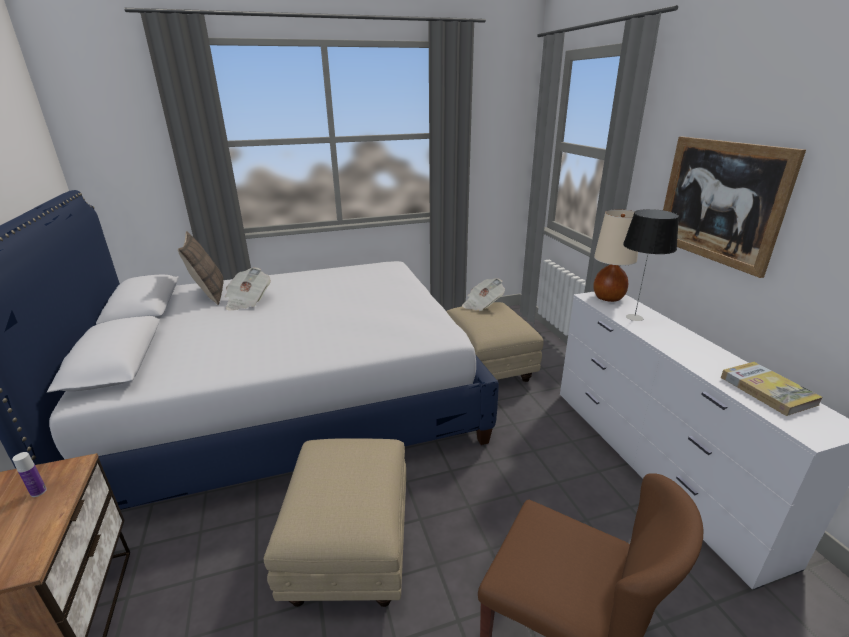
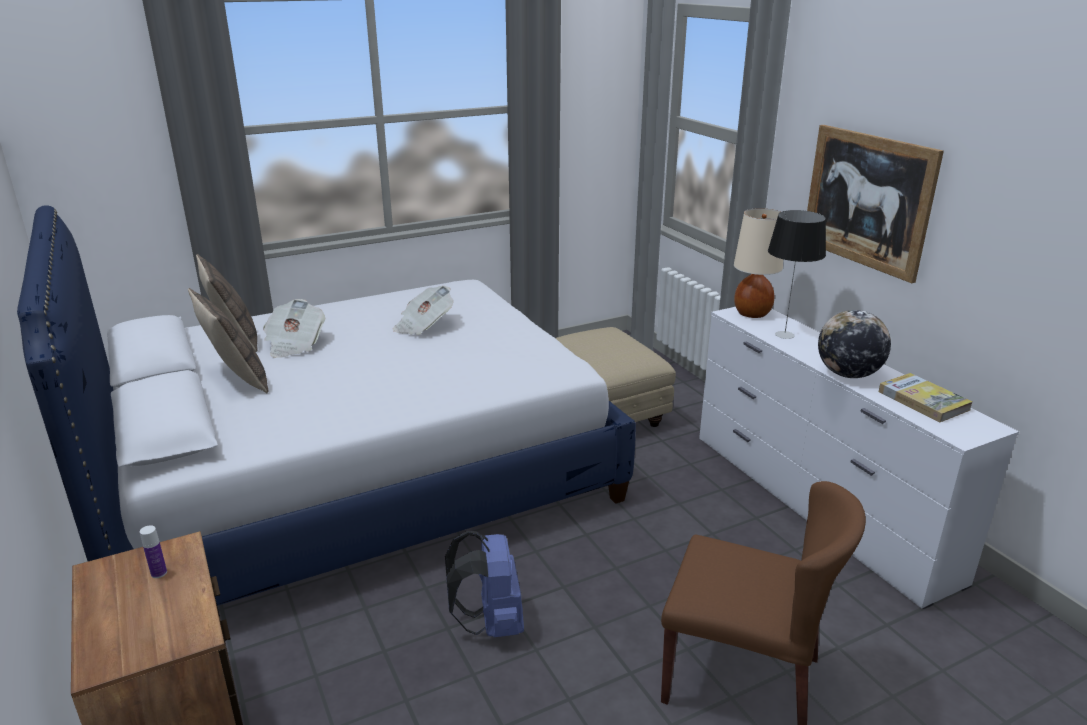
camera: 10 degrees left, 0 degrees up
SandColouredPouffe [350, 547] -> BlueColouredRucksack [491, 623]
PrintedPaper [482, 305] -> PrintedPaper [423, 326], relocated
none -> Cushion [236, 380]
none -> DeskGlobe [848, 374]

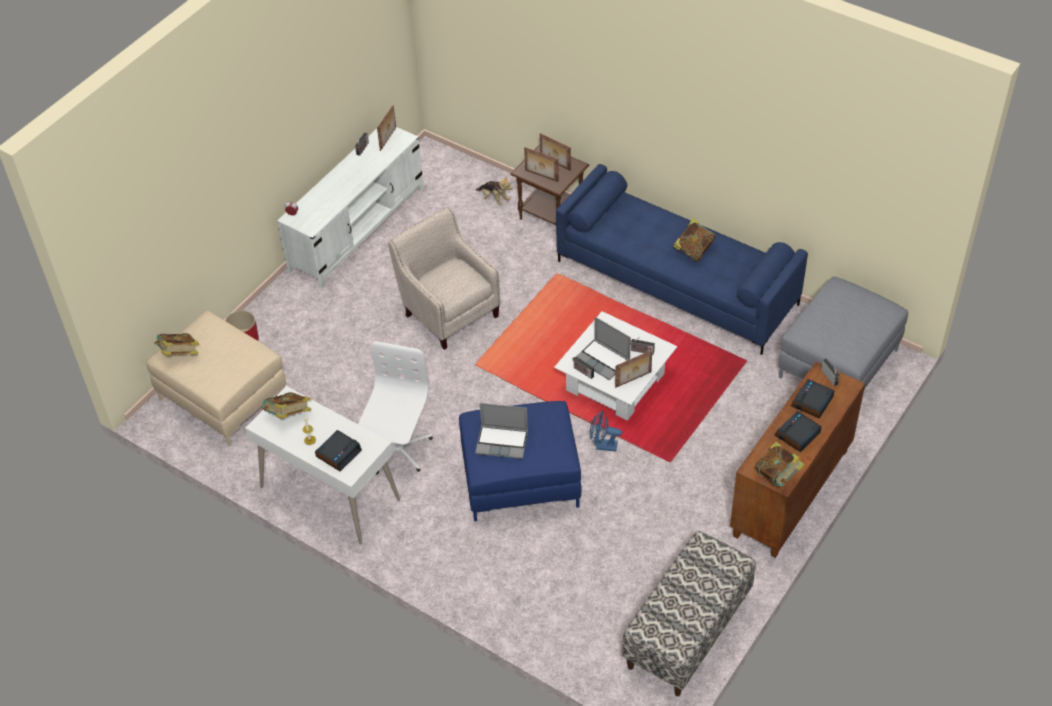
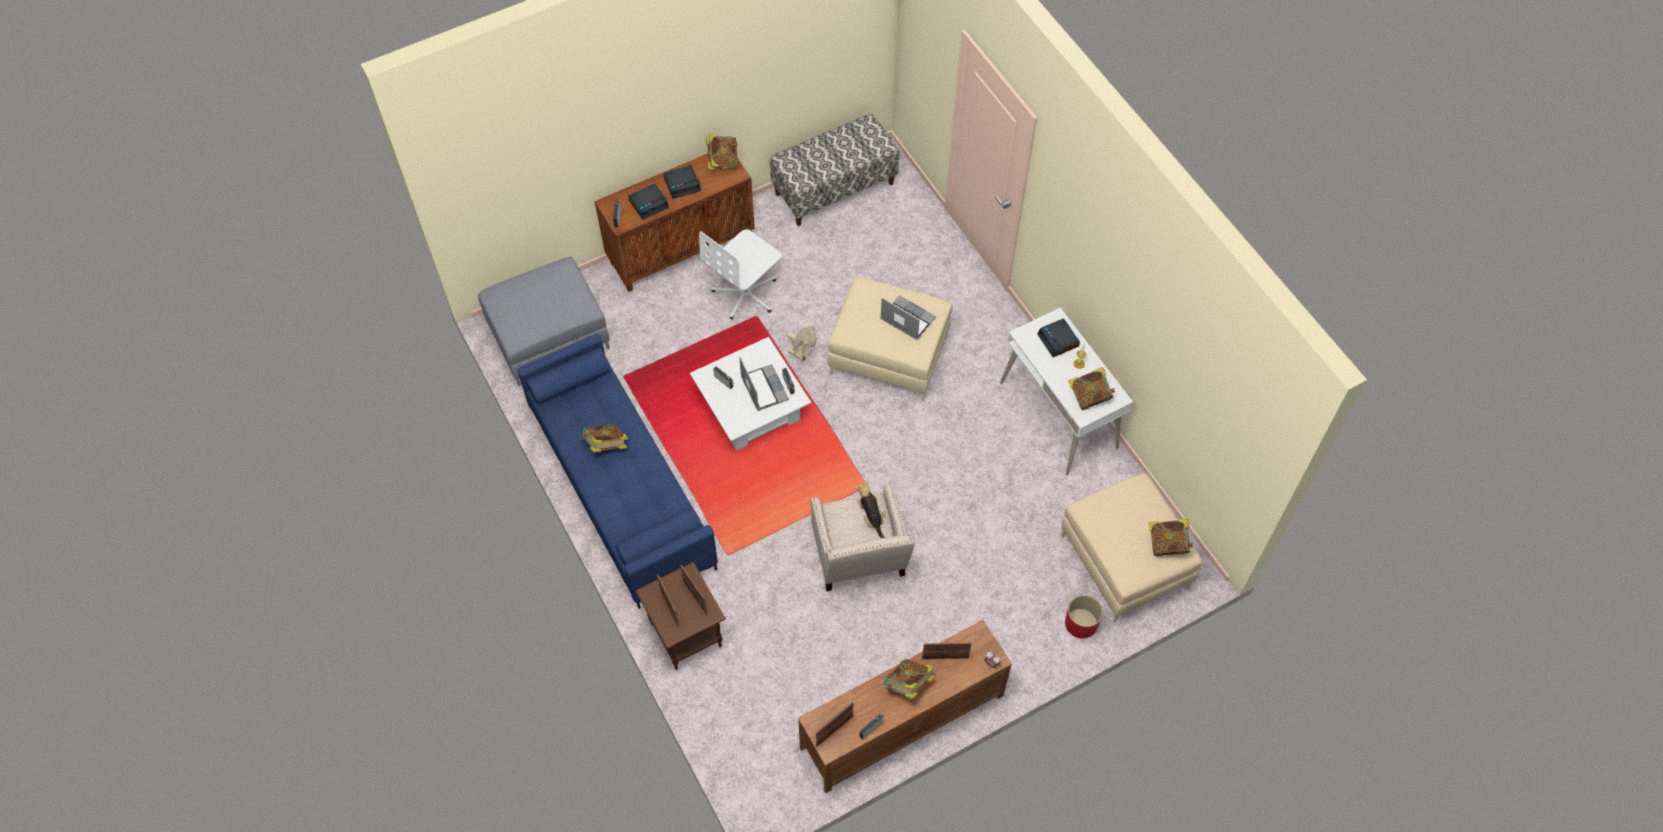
camera: 155 degrees left, 10 degrees up
WhiteMediaConsole [357, 228] -> BrownMediaConsole [901, 722]
TableClock [338, 453] -> TableClock [1058, 341], 90 degrees counterclockwise
WhiteOfficeChair [397, 449] -> WhiteOfficeChair [746, 294], relocated
BlueColouredPouffe [521, 479] -> SandColouredPouffe [888, 355]
SoftToy [494, 199] -> SoftToy [871, 517], relocated
BlueColouredCoolingFan [603, 446] -> SandColouredCoolingFan [802, 354]
PictureFrame [633, 380] -> PictureFrame [945, 657], relocated
none -> Volume [908, 685]

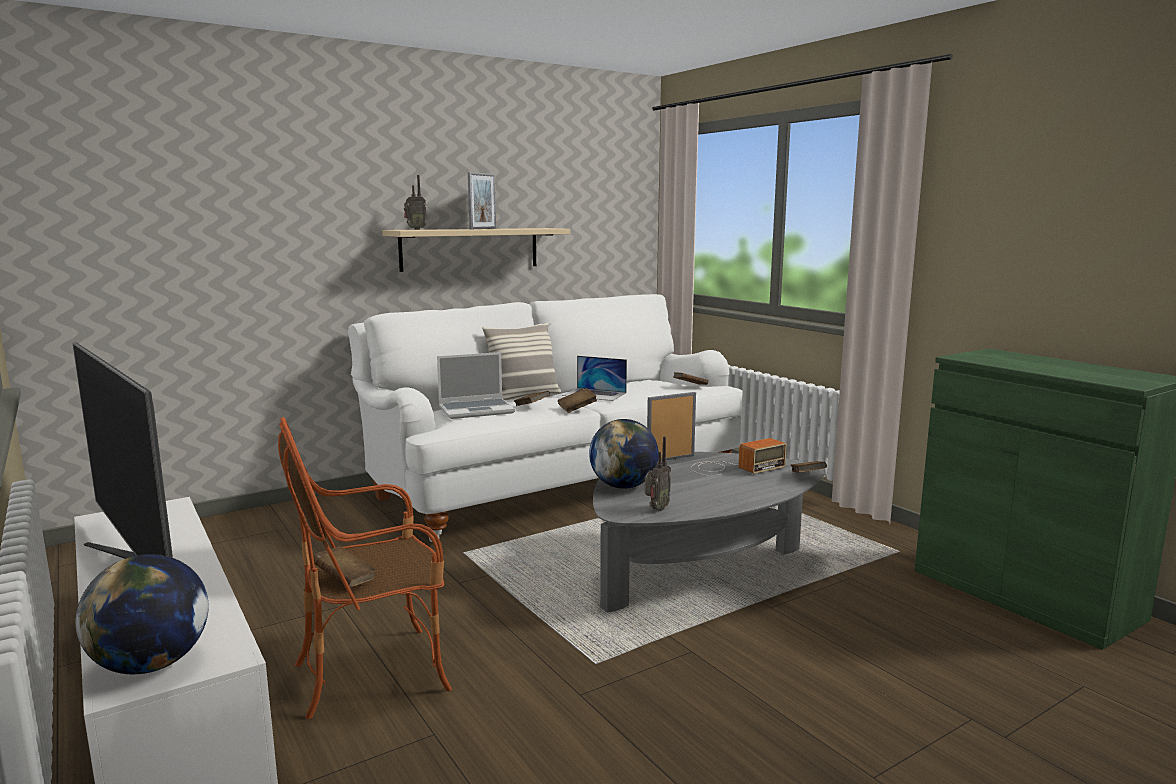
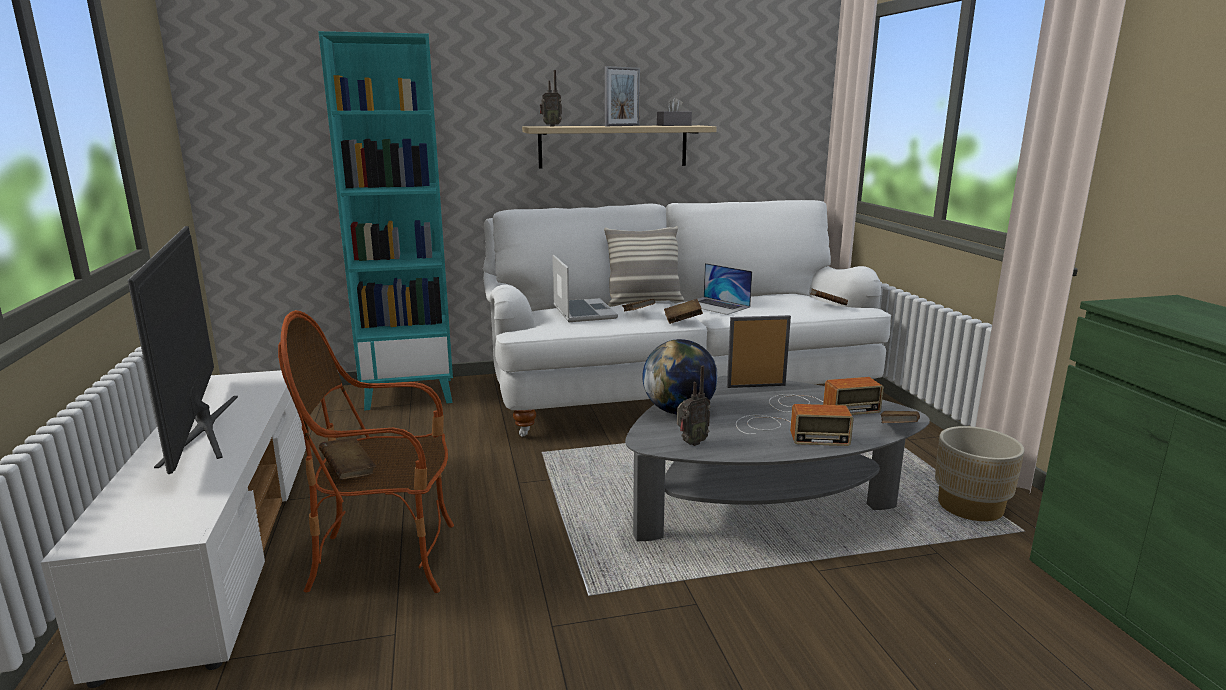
camera: 20 degrees right, 5 degrees up
DeskGlobe [151, 664] -> none
PortableComputer [477, 410] -> PortableComputer [582, 312], 105 degrees counterclockwise
none -> BlueGreenBookcase [410, 393]
none -> GreyishTissueBox [674, 125]
none -> RadioReceiver [787, 431]
none -> SandColouredFlowerPot [970, 506]

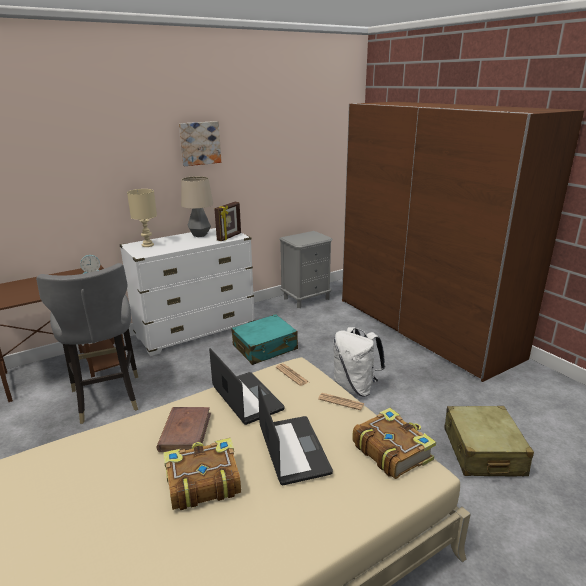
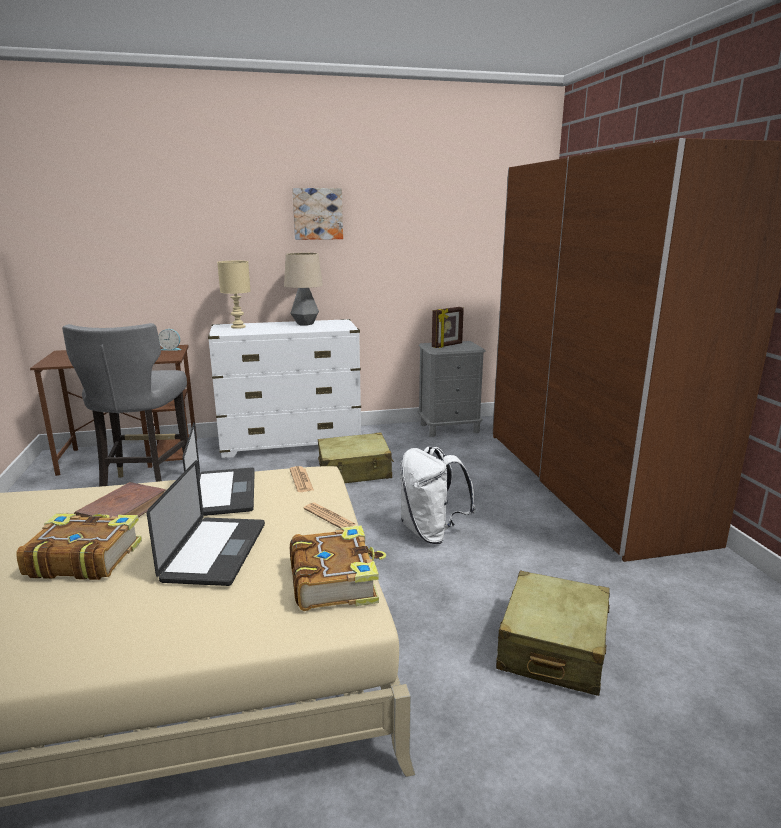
camera: 20 degrees right, 5 degrees down
PictureFrame [229, 237] -> PictureFrame [447, 345], relocated
BlueGreenSuitcase [265, 348] -> SandColouredSuitcase [354, 471]

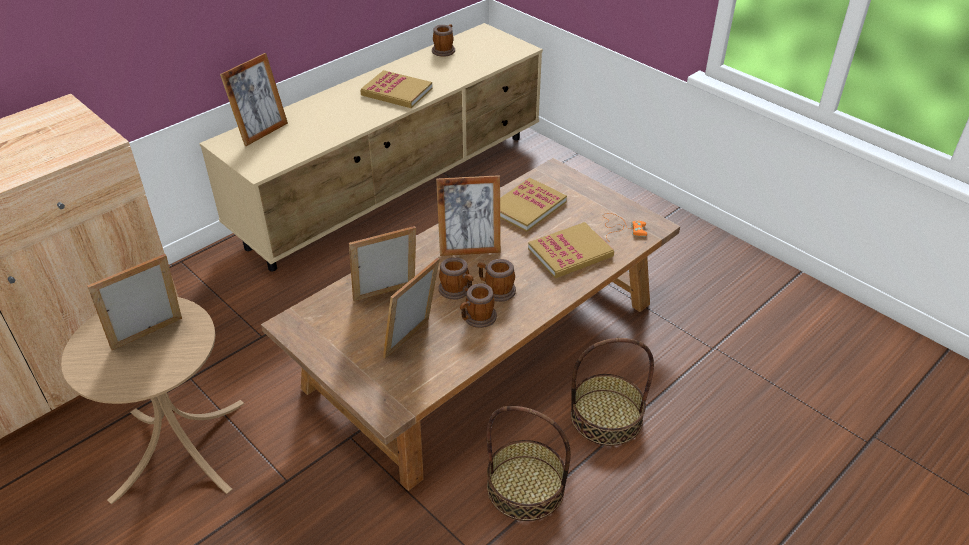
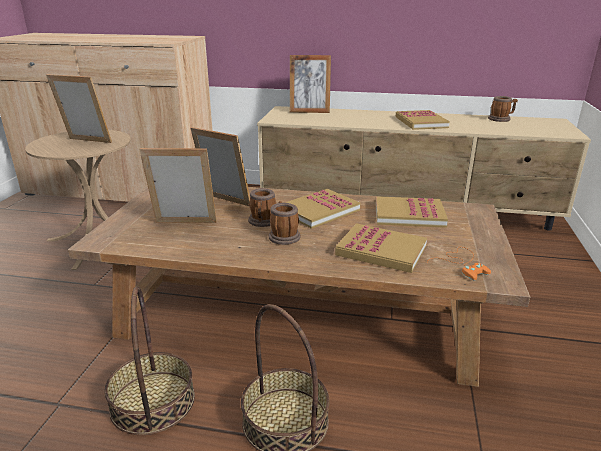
camera: 55 degrees right, 15 degrees down
PictureFrame [469, 248] -> Volume [319, 211]
CoffeeMug [477, 318] -> none

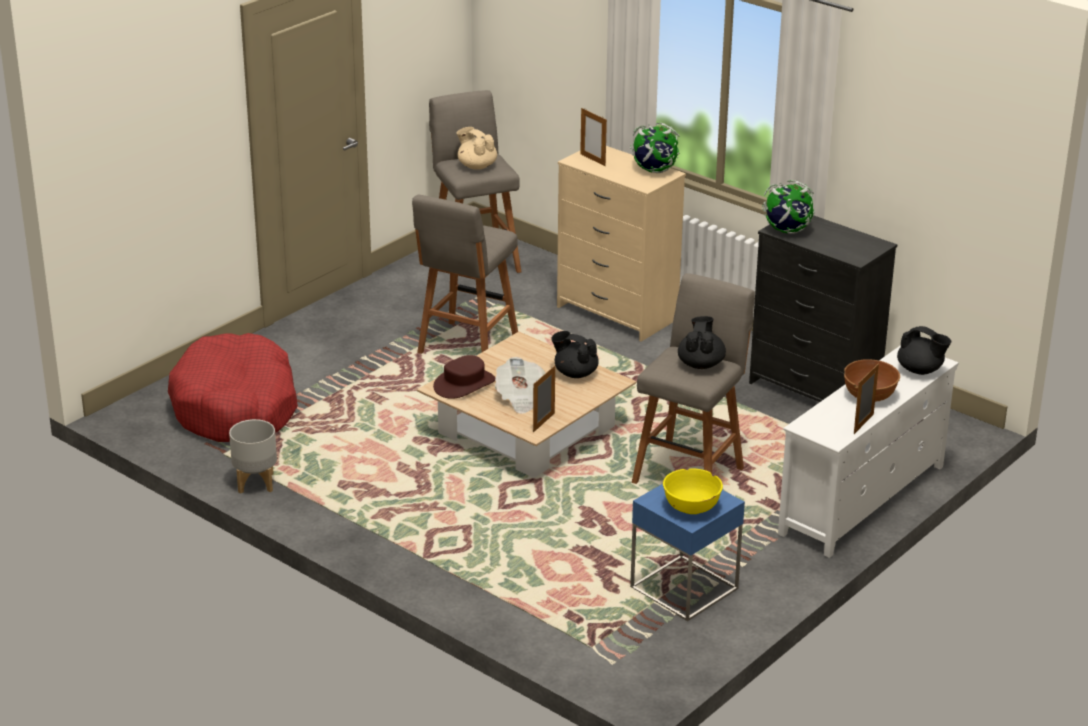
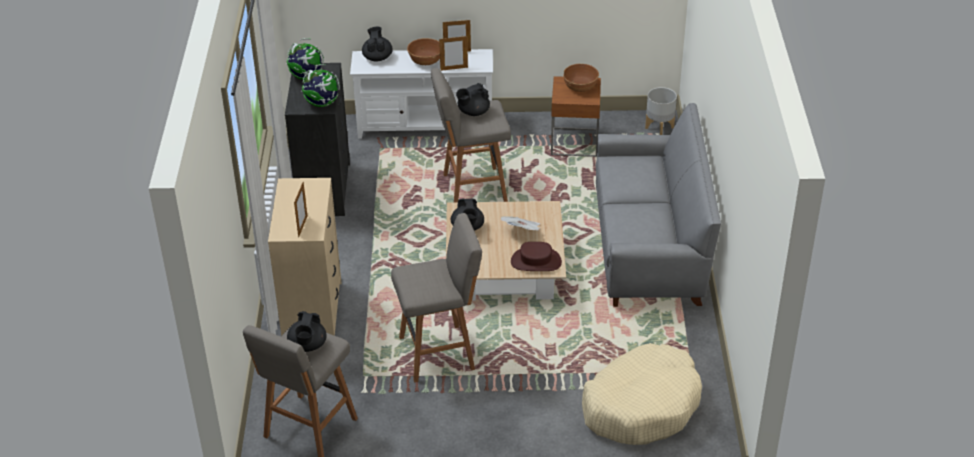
camera: 130 degrees left, 10 degrees up
RedDogCushion [236, 407] -> SandColouredDogCushion [641, 405]
GreyishFlowerPot [255, 483] -> GreyishFlowerPot [659, 128], relocated
SandColouredTeapot [476, 166] -> BlackColouredTeapot [307, 345]
PictureFrame [544, 422] -> PictureFrame [454, 68], relocated
DeskGlobe [654, 170] -> DeskGlobe [306, 77], relocated
BlueColouredSideTable [684, 588] -> BrownSideTable [574, 142]
YellowColouredDeepDish [691, 507] -> BrownDeepDish [580, 87]
none -> GreyishSofa [649, 248]

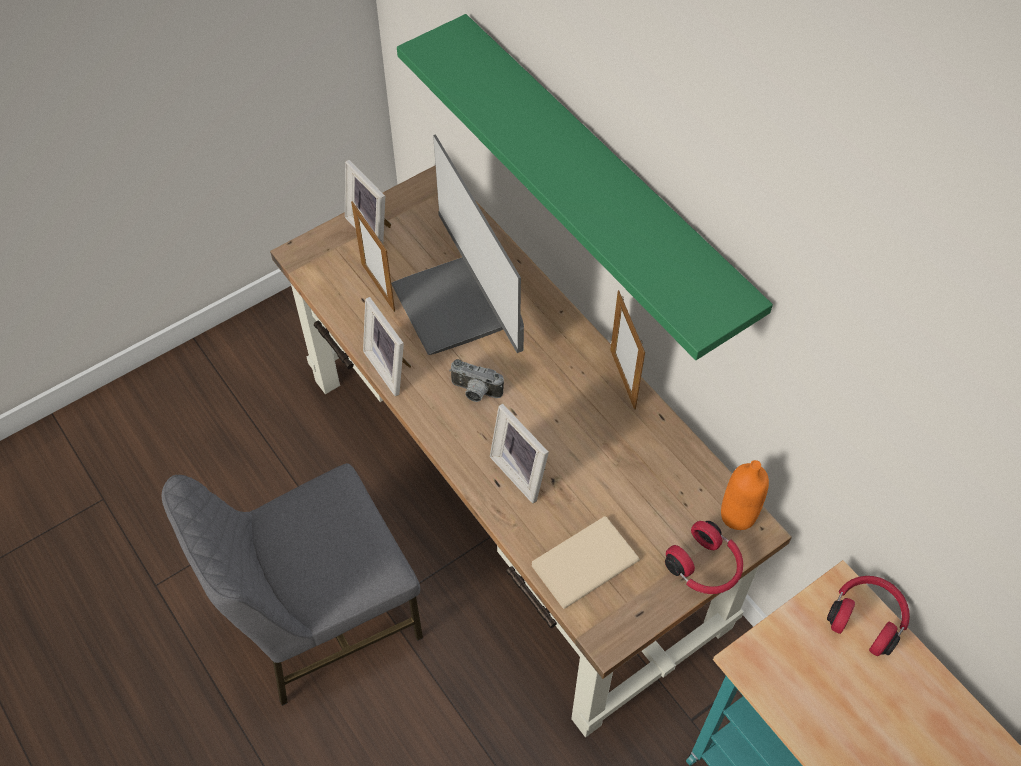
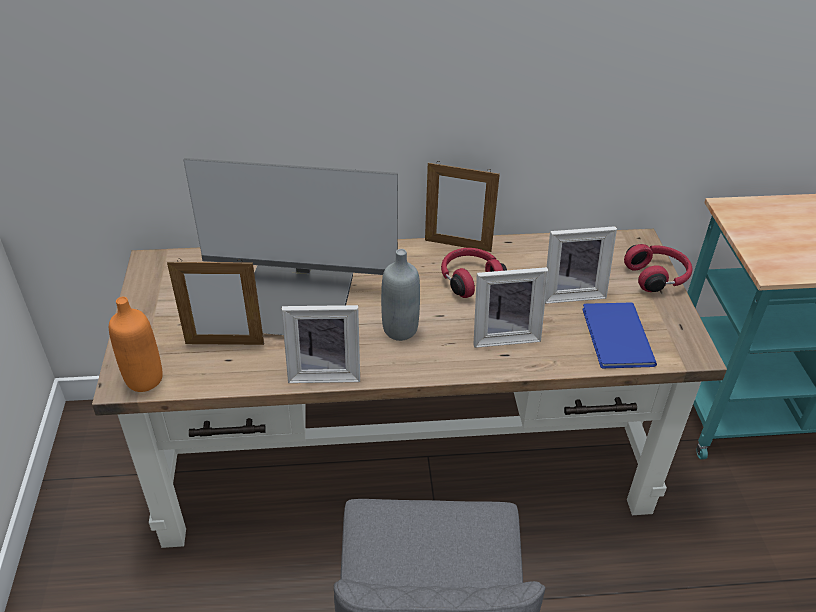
camera: 60 degrees left, 15 degrees down
PictureFrame [373, 228] -> PictureFrame [571, 292], relocated
GreenishWallShelf [602, 175] -> none
PhotoCamera [475, 392] -> GreyishBeverageBottle [400, 329]
SandColouredVolume [581, 562] -> BlueColouredVolume [615, 338]
OrangeColouredBeverageBottle [737, 515] -> OrangeColouredBeverageBottle [144, 379], relocated
RedHeadphones [867, 618] -> RedHeadphones [470, 280], relocated

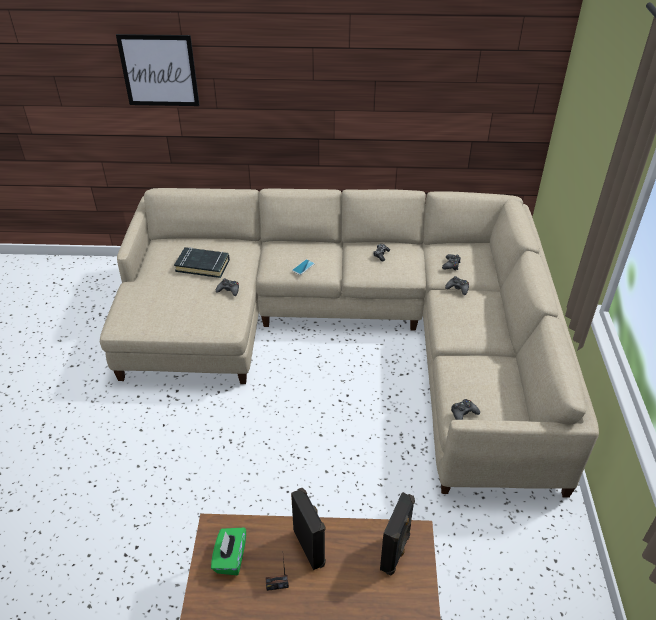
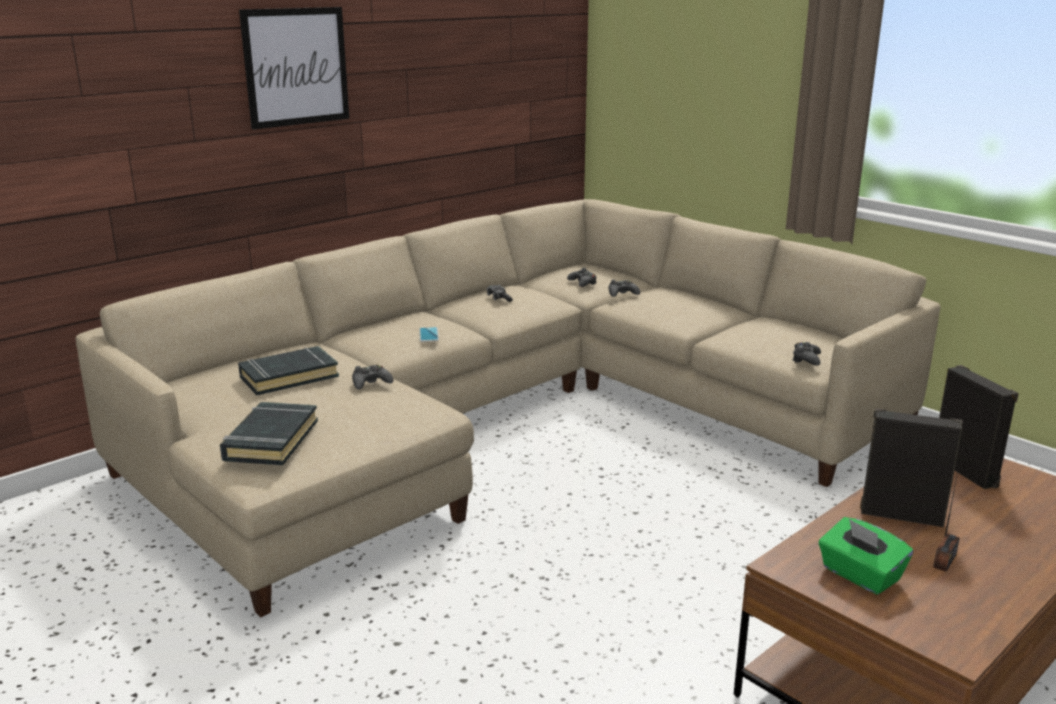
camera: 45 degrees left, 20 degrees down
WallArt [159, 70] -> WallArt [296, 67], relocated
none -> BlackColouredVolume [271, 440]

